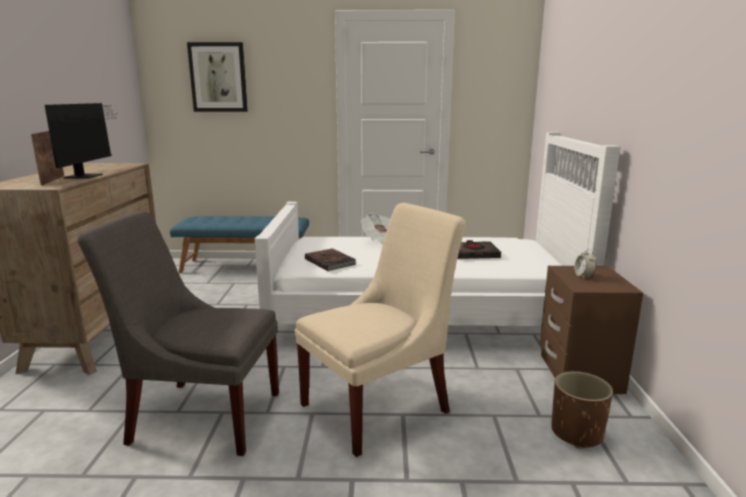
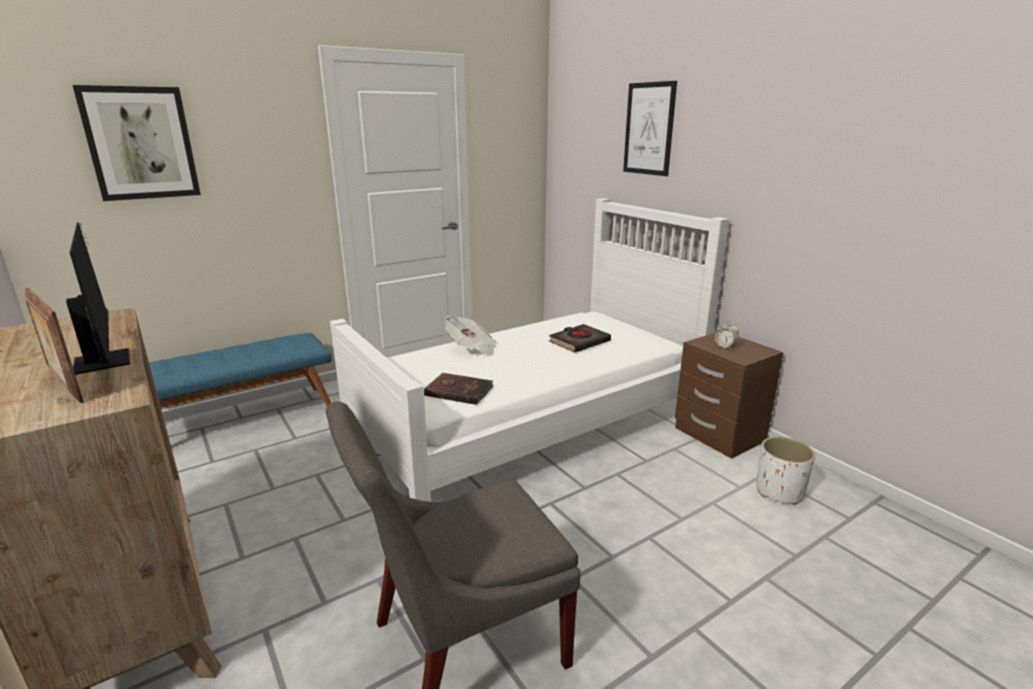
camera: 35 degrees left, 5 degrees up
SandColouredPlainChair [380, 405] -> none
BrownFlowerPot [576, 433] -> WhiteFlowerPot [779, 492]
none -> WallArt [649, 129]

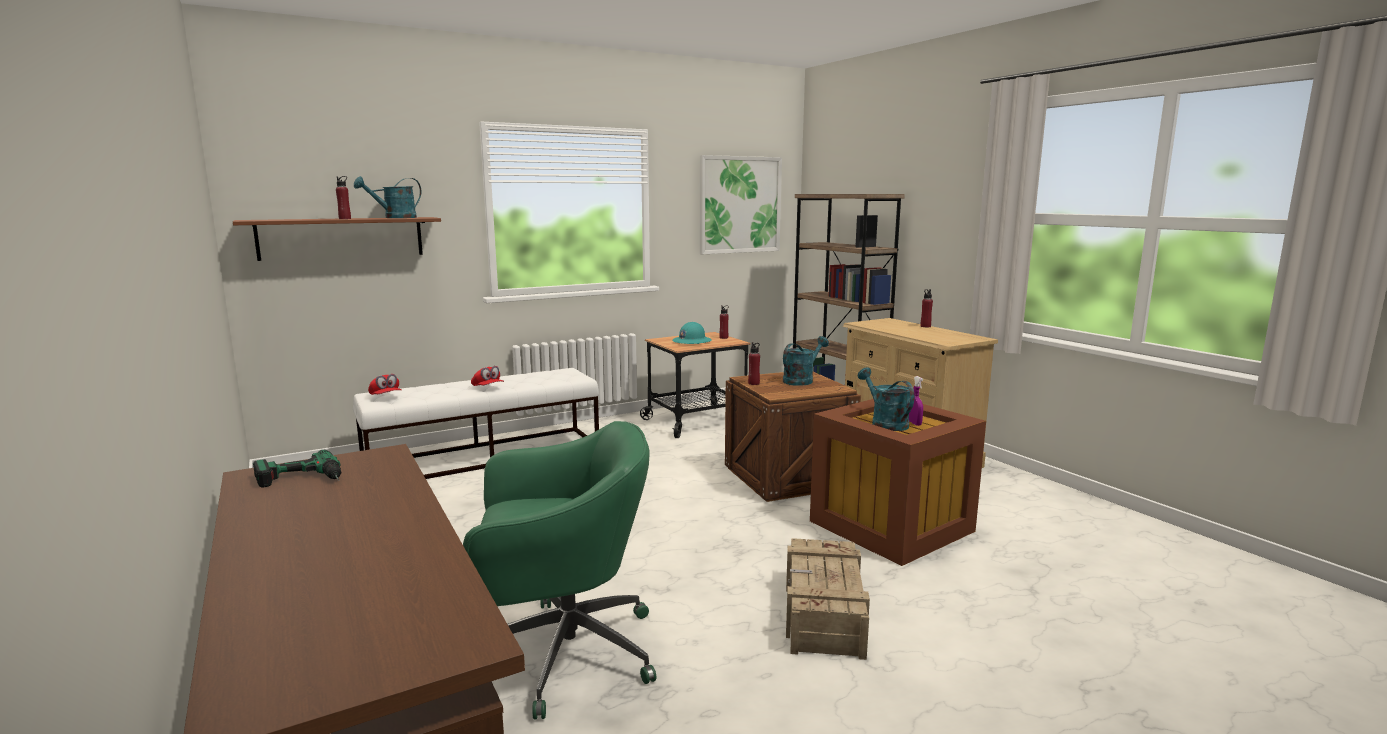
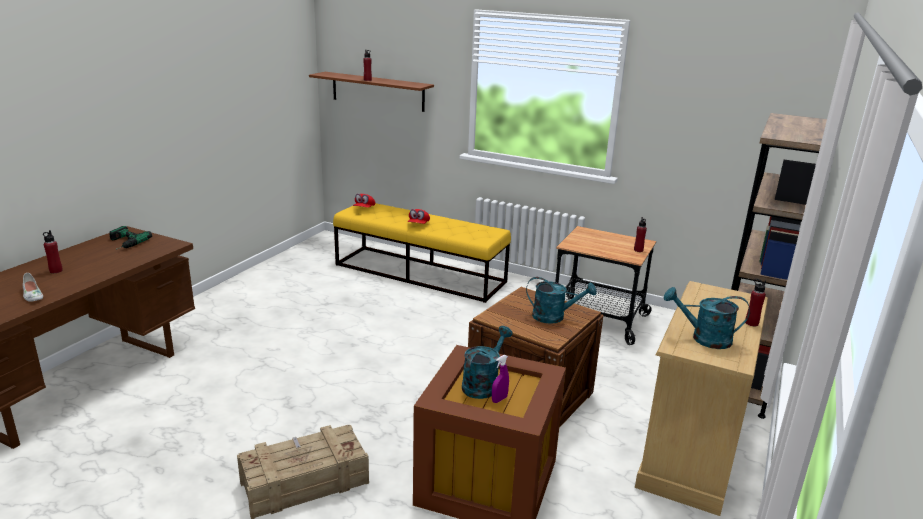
camera: 55 degrees right, 10 degrees up
WhiteBench [485, 456] -> YellowColouredBench [420, 273]
BlueGreenWateringCan [395, 218] -> BlueGreenWateringCan [704, 338], relocated
GreenishOfficeChair [562, 653] -> none
BlueGreenHardHat [691, 341] -> none
WallArt [740, 205] -> none
RedBeverageBottle [754, 383] -> RedBeverageBottle [56, 271], relocated
none -> WhiteShoe [32, 295]

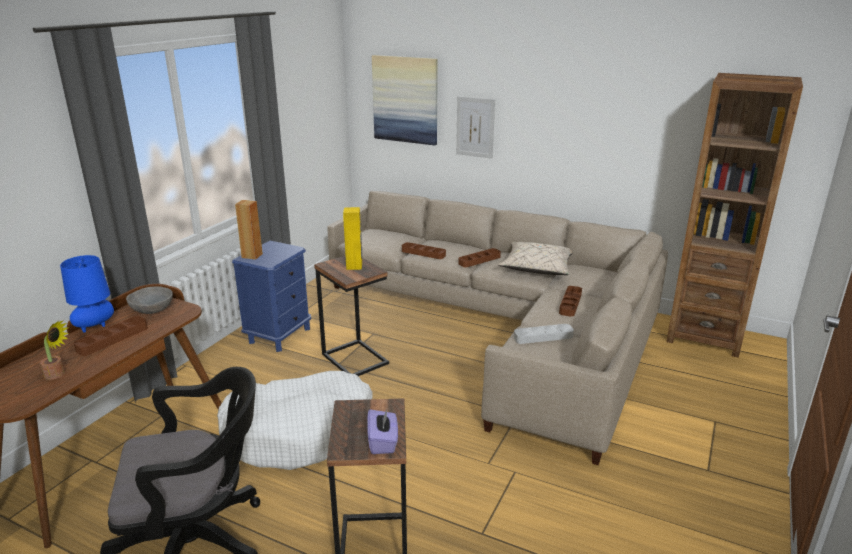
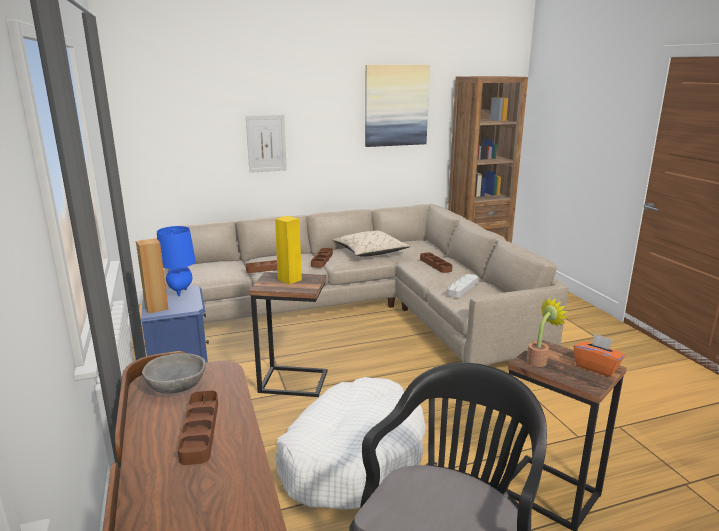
camera: 45 degrees left, 5 degrees down
PlantInAPot [58, 375] -> PlantInAPot [539, 360], relocated
BlueColouredTableLamp [95, 327] -> BlueColouredTableLamp [180, 291], relocated
PurplishTissueBox [383, 442] -> OrangeColouredTissueBox [596, 367]
WallArt [405, 99] -> WallArt [396, 105], relocated

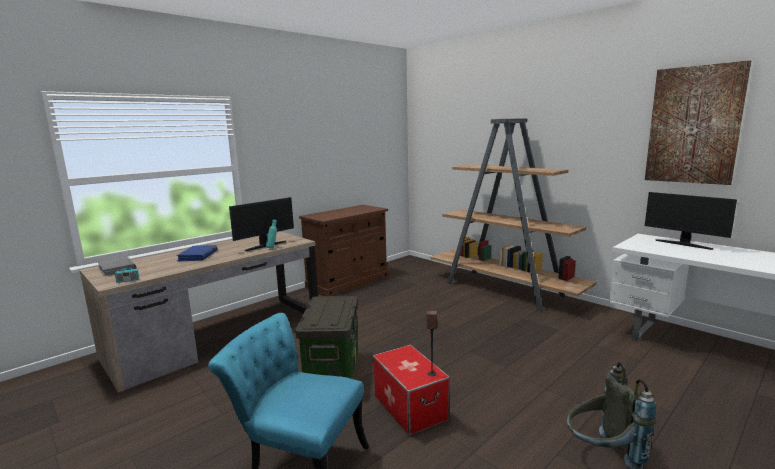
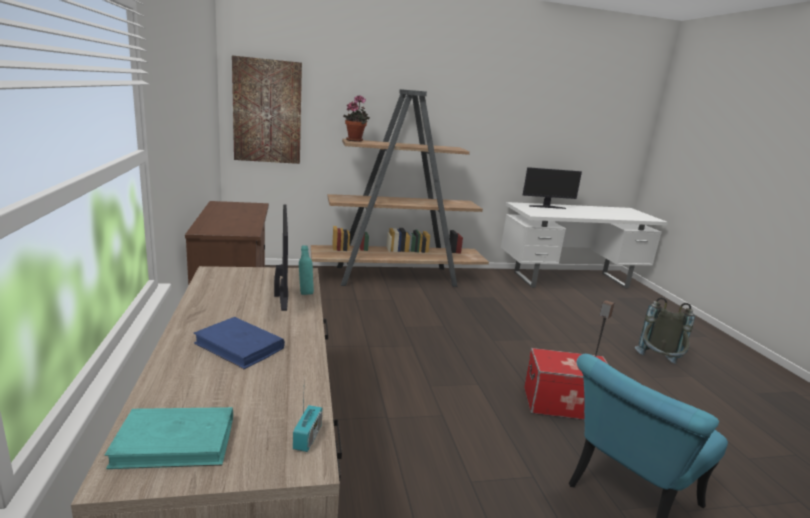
camera: 60 degrees left, 5 degrees up
GreyishVolume [117, 268] -> BlueGreenVolume [176, 442]
StorageBin [332, 371] -> none
WallArt [693, 125] -> WallArt [267, 111], relocated
none -> PlantInAPot [356, 140]

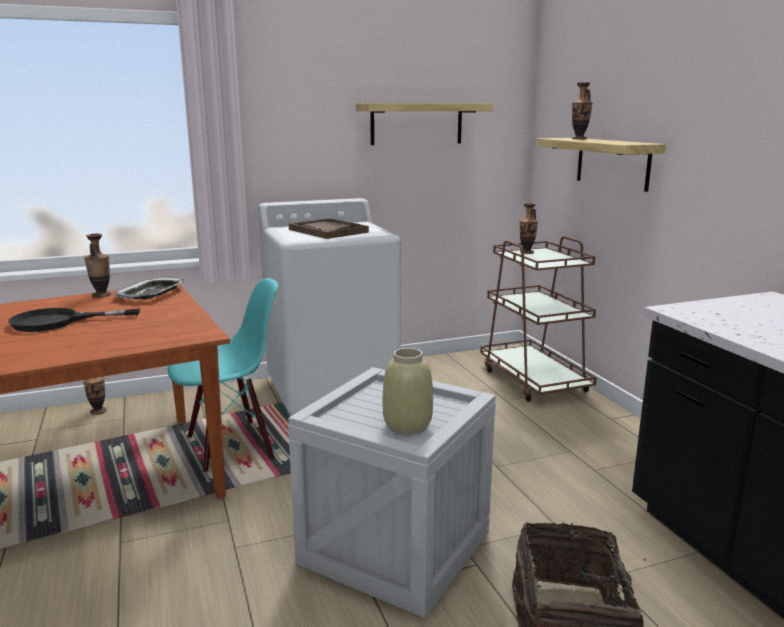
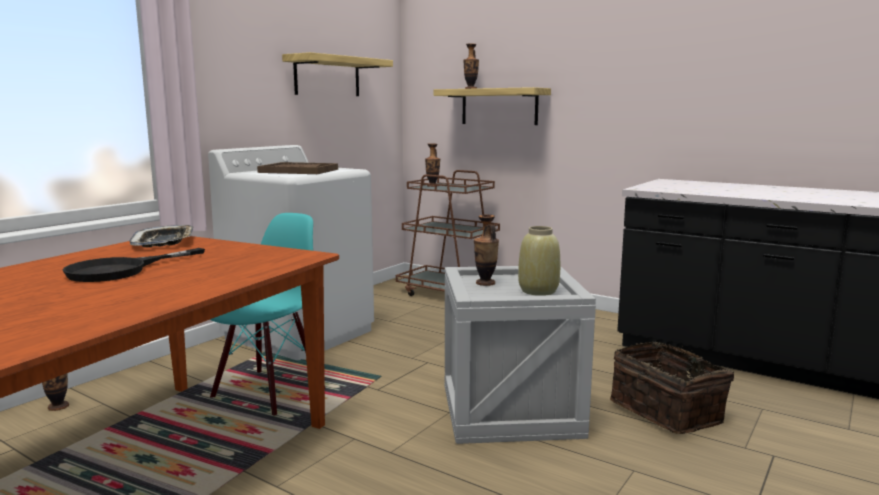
camera: 35 degrees left, 5 degrees down
FlowerVase [101, 295] -> FlowerVase [485, 283], relocated

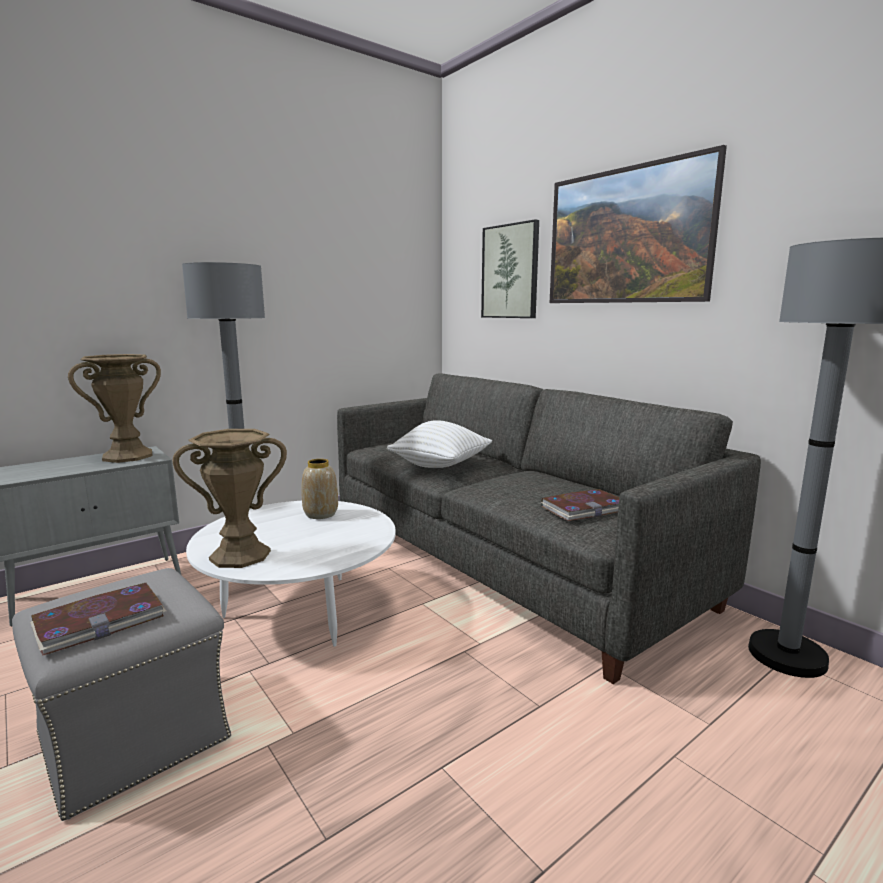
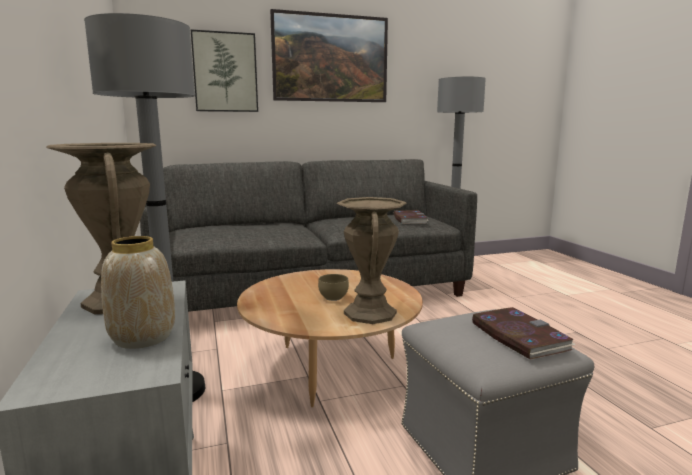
camera: 70 degrees left, 0 degrees up
WhiteLowTable [300, 612] -> BrownLowTable [331, 368]
FlowerVase [320, 514] -> FlowerVase [142, 338], relocated
WhiteCushion [440, 466] -> none
none -> BrownDeepDish [332, 297]

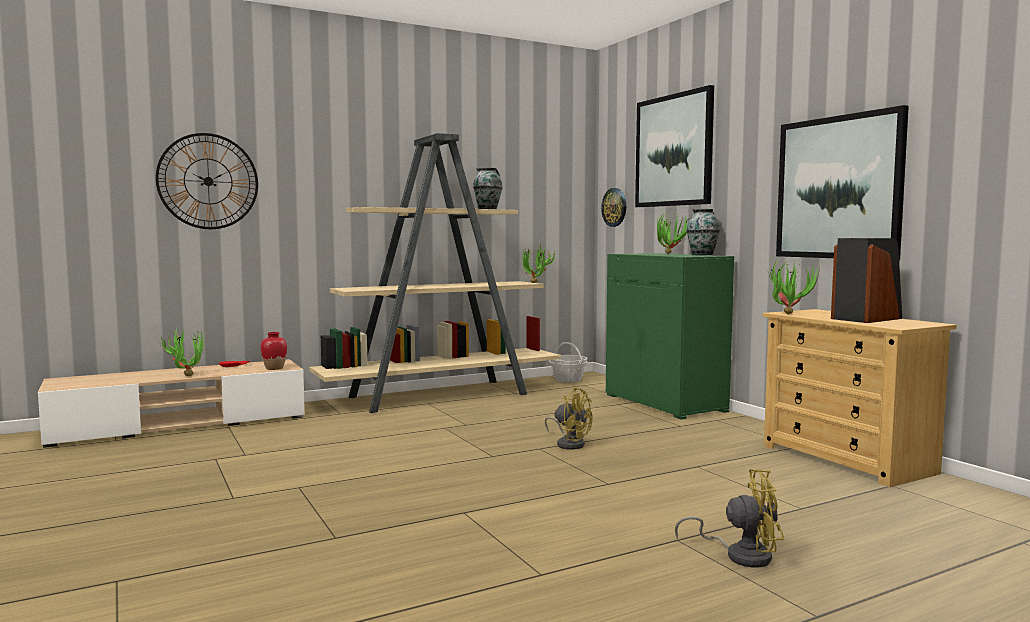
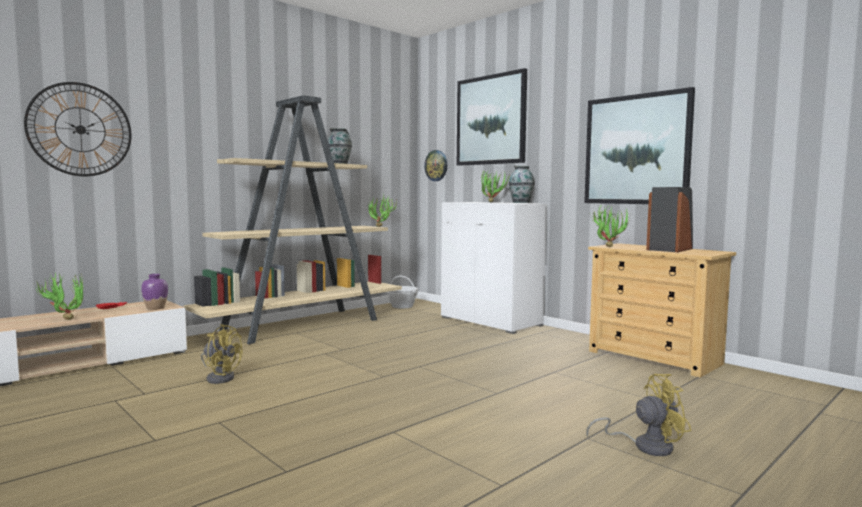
camera: 15 degrees left, 0 degrees up
RedFlowerVase [274, 368] -> PurplishFlowerVase [155, 308]
YellowColouredCoolingFan [569, 444] -> YellowColouredCoolingFan [220, 377], relocated
GreenishStorageCabinet [665, 403] -> WhiteStorageCabinet [491, 321]

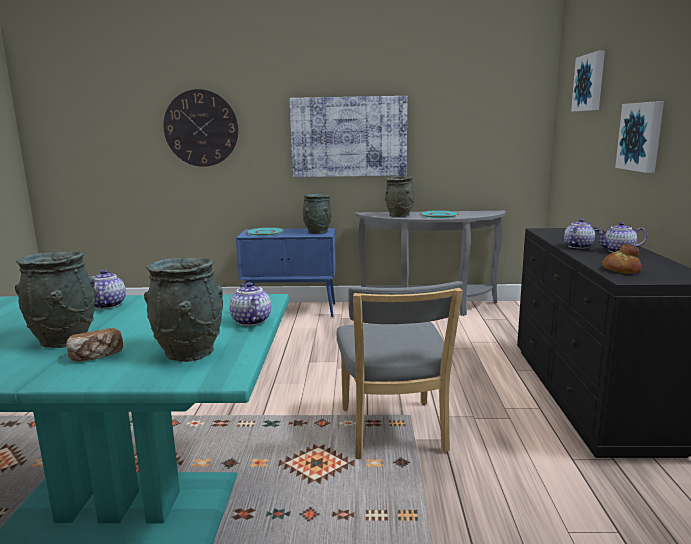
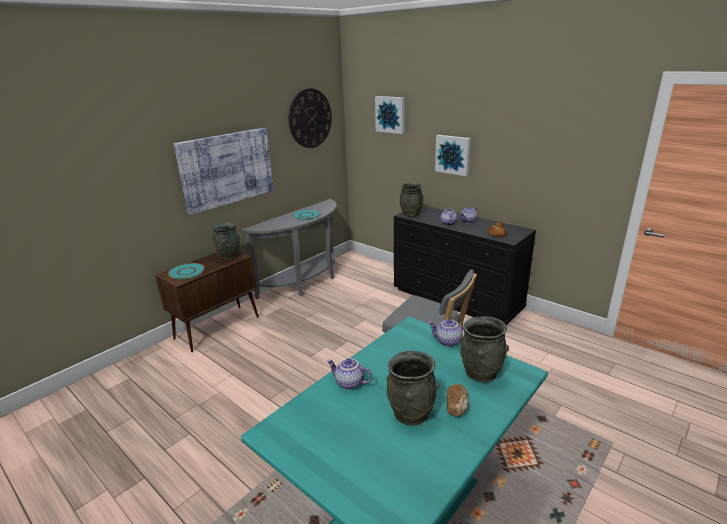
camera: 50 degrees left, 10 degrees up
ClockOnTheWall [201, 128] -> ClockOnTheWall [310, 118], relocated
BlueColouredStorageCabinet [291, 310] -> BrownStorageCabinet [218, 327]
GreyishFlowerVase [399, 215] -> GreyishFlowerVase [410, 214], relocated

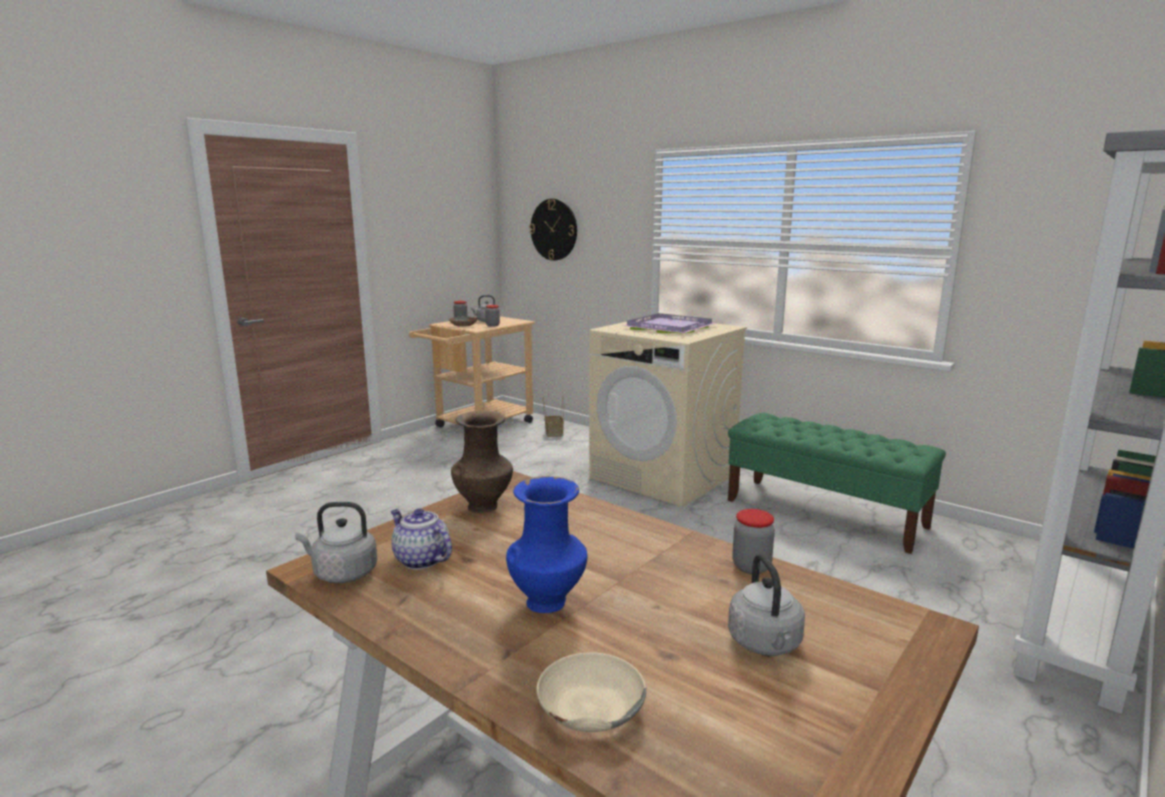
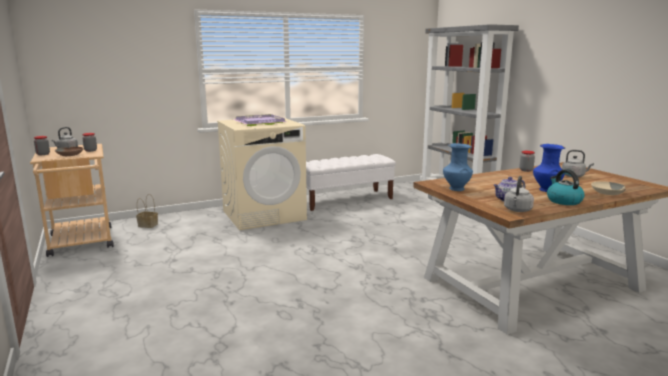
camera: 65 degrees left, 0 degrees up
BrownFlowerVase [484, 506] -> BlueColouredFlowerVase [456, 189]
ClockOnTheWall [554, 229] -> none
GreenishBench [825, 513] -> WhiteBench [346, 200]
none -> WaterKettle [563, 201]

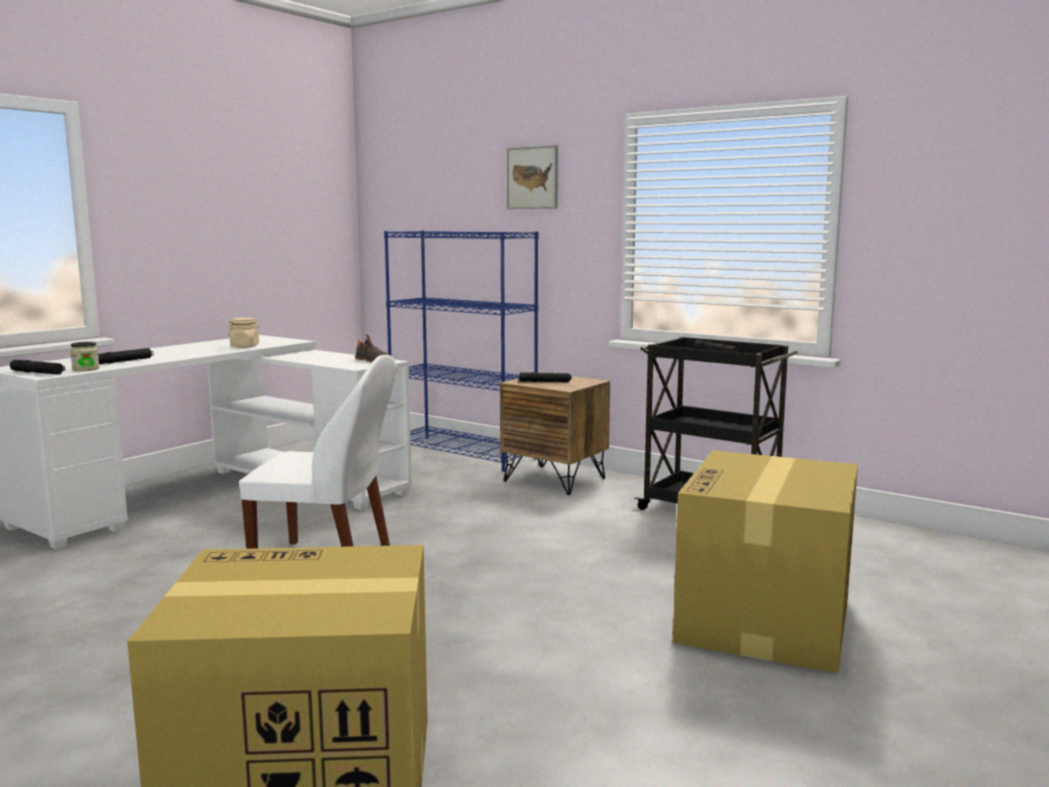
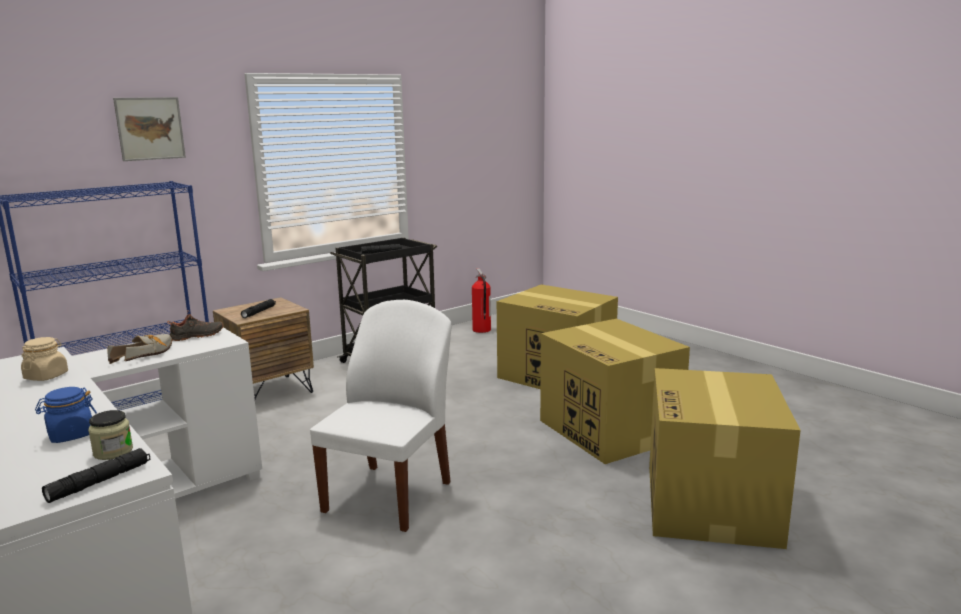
camera: 75 degrees left, 5 degrees up
BlackColouredFlashlight [123, 361] -> BlueColouredPreserveJar [71, 435]
none -> Shoe [148, 354]
none -> FireExtinguisher [481, 330]
none -> CardboardBox [611, 430]

